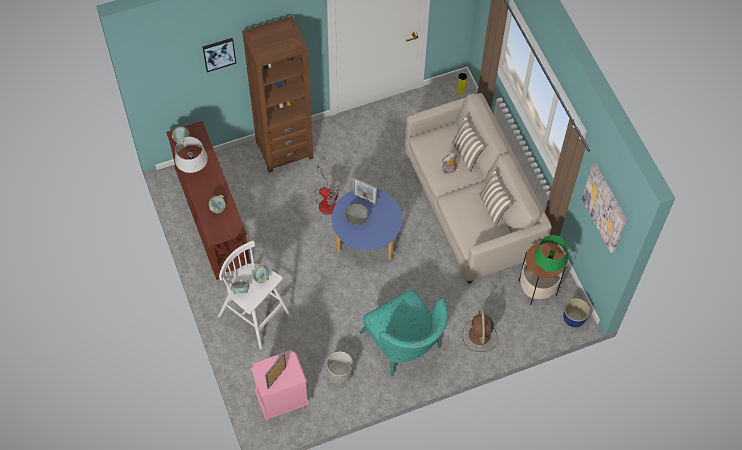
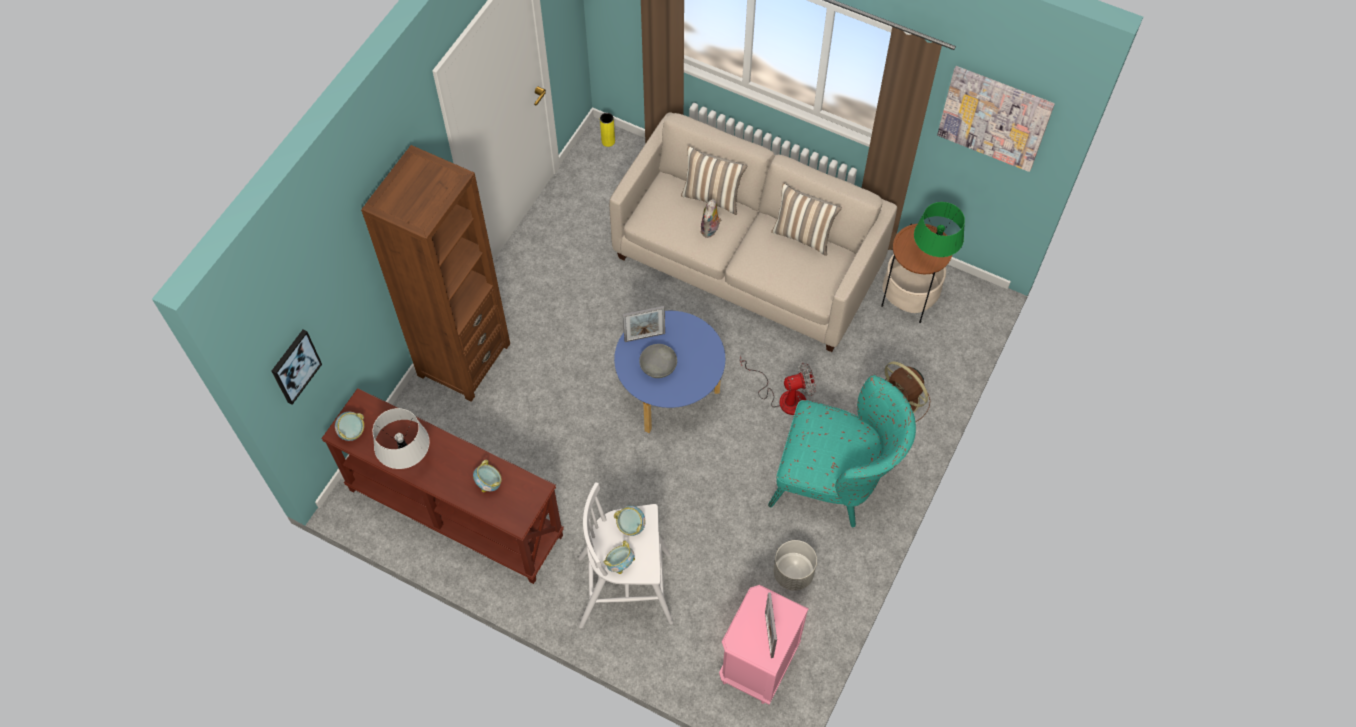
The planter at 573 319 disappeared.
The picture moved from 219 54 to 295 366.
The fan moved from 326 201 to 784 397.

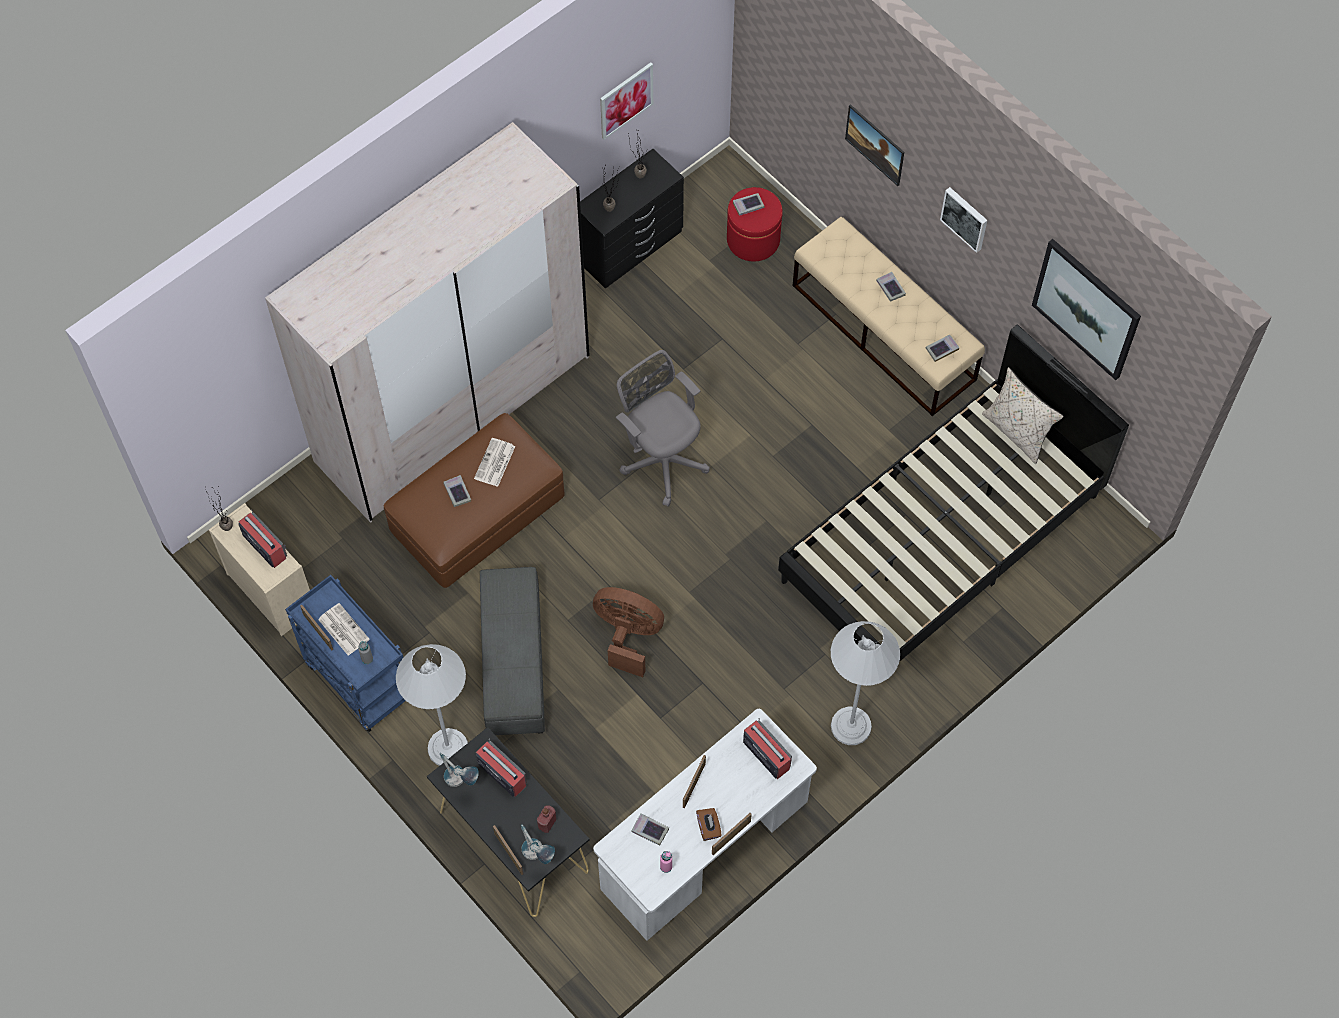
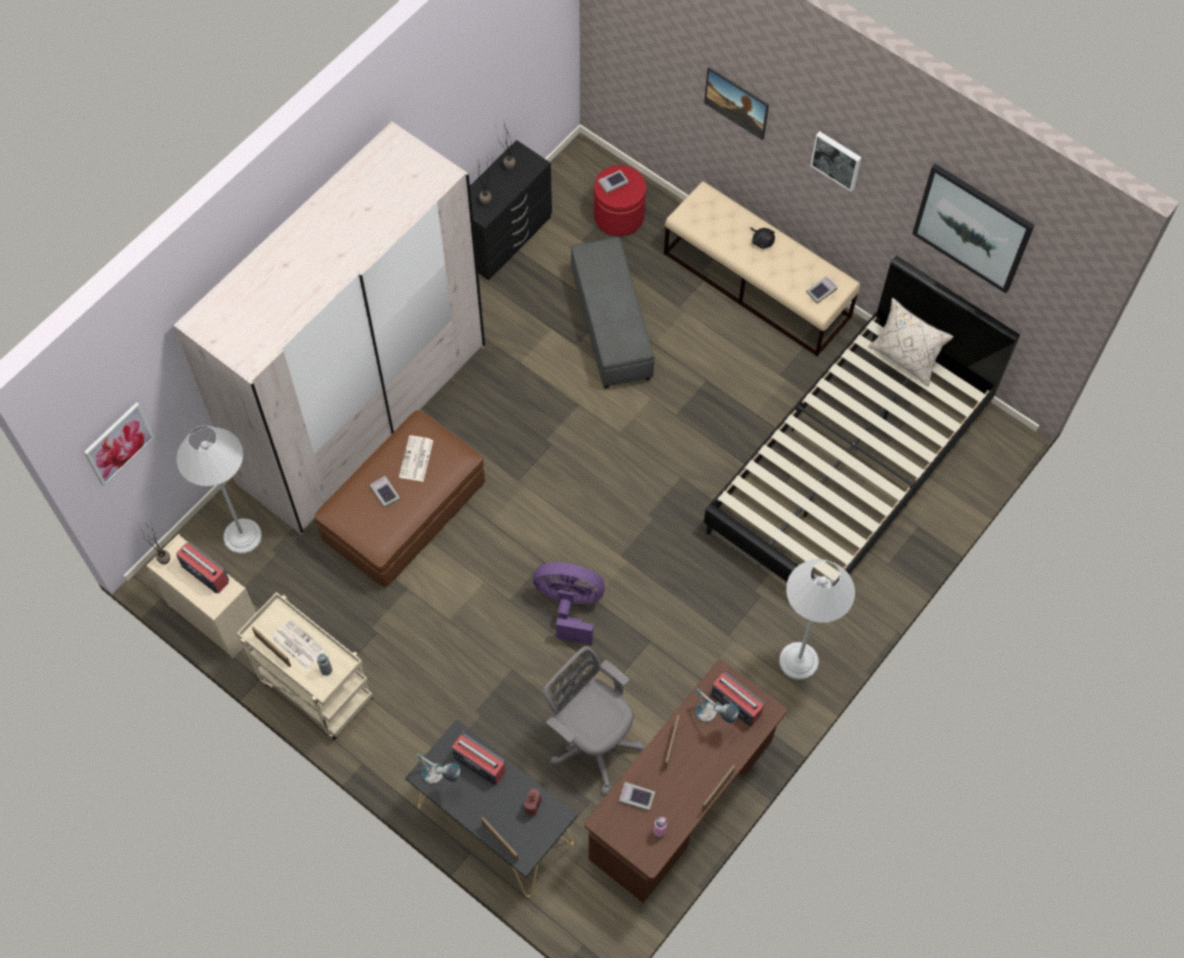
The brown tissue box at 708 827 disappeared.
The white floor lamp moved from 448 748 to 242 536.
The grey ottoman moved from 515 663 to 612 326.
The table lamp moved from 538 857 to 713 718.
The picture moved from 626 100 to 118 443.
The grey office chair moved from 662 458 to 591 741.
The book at 890 288 was replaced by the black plush toy at 762 241.
The blue cart at 357 679 became the beige cart at 314 689.
The brown fan at 628 635 became the purple fan at 569 606.
The white desk at 704 846 became the brown desk at 681 800.

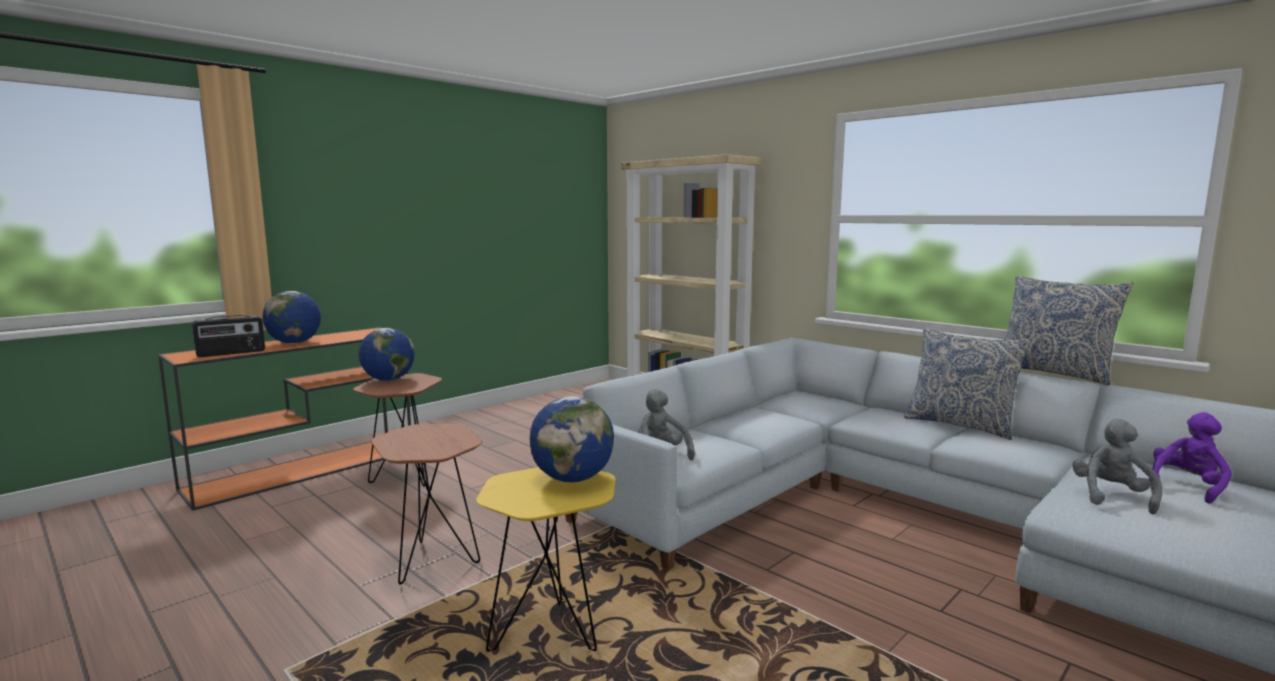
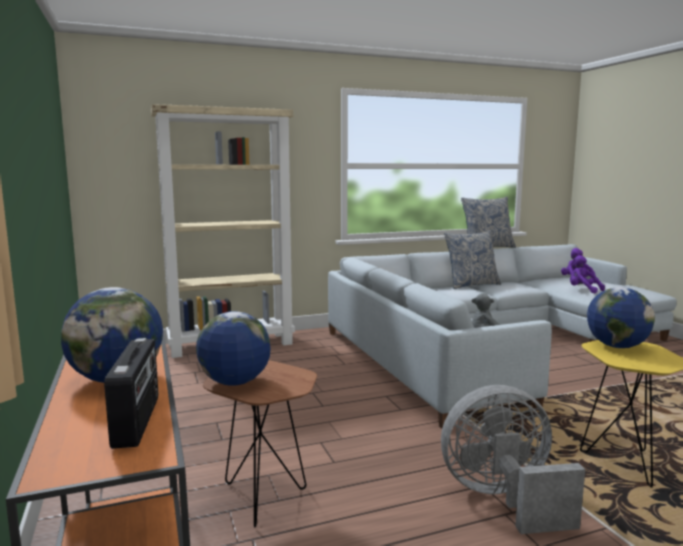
The brown side table at 434 564 was replaced by the grey fan at 503 499.
The grey plush toy at 1112 496 became the purple plush toy at 583 290.

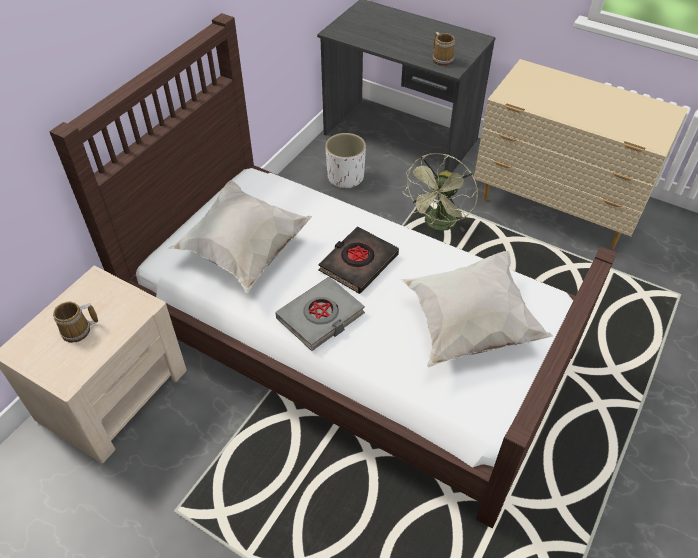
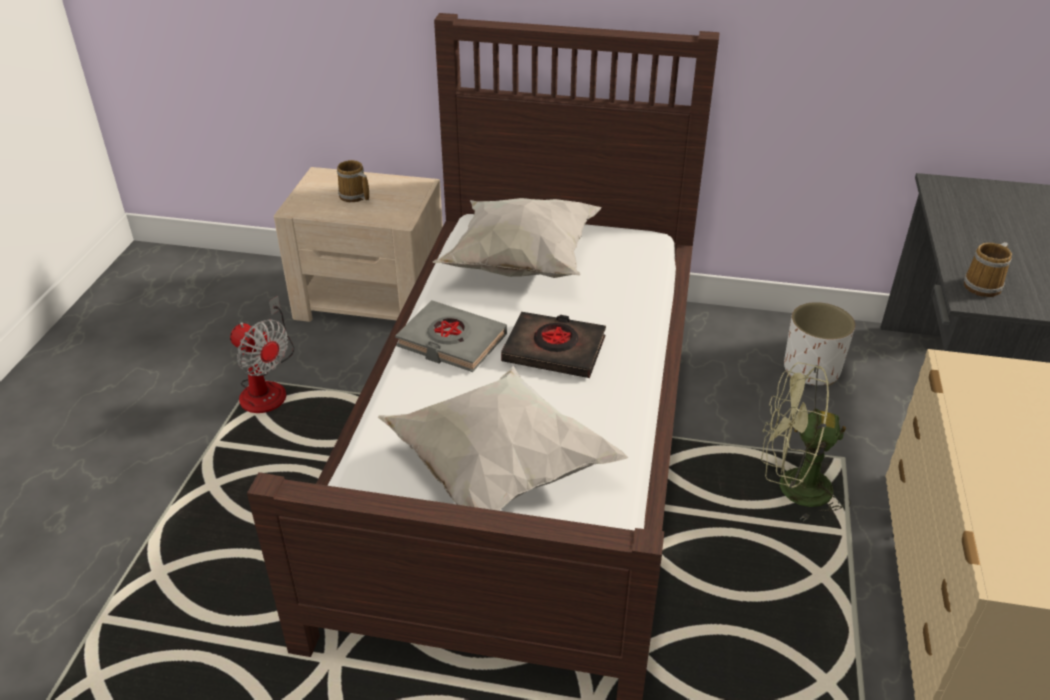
The fan at 267 387 appeared.

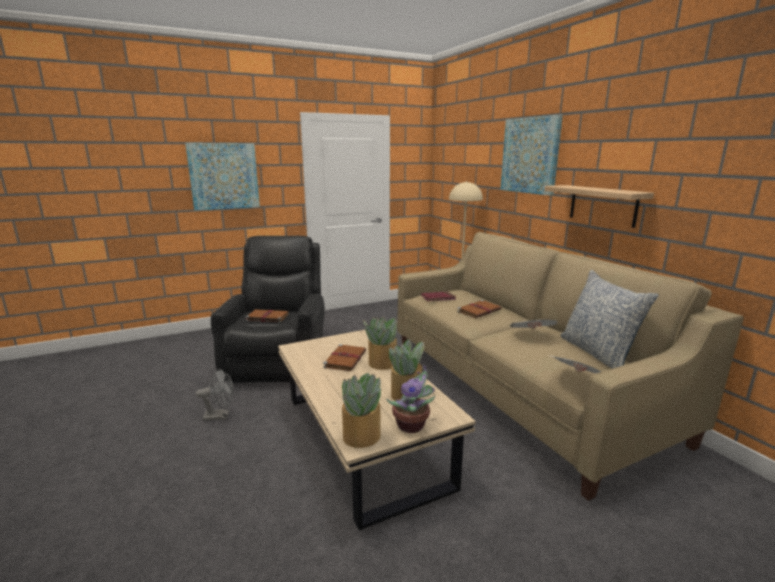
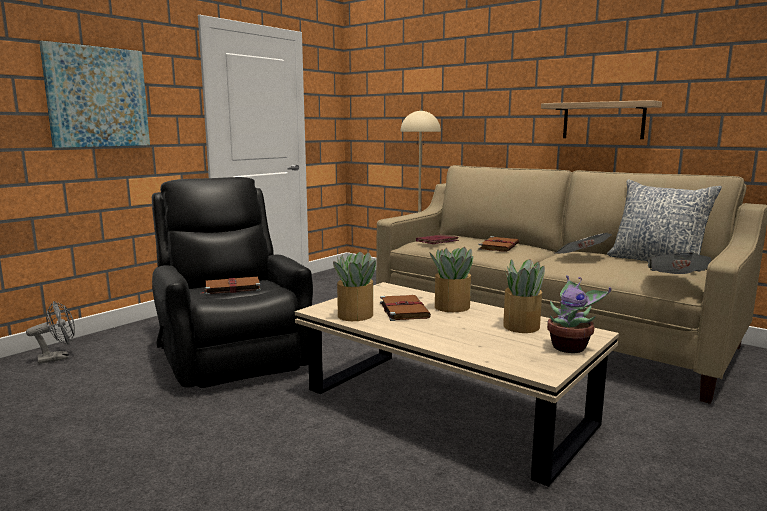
The picture at 530 155 disappeared.
The grey fan moved from 220 416 to 59 358.
The potted plant moved from 360 436 to 354 315.

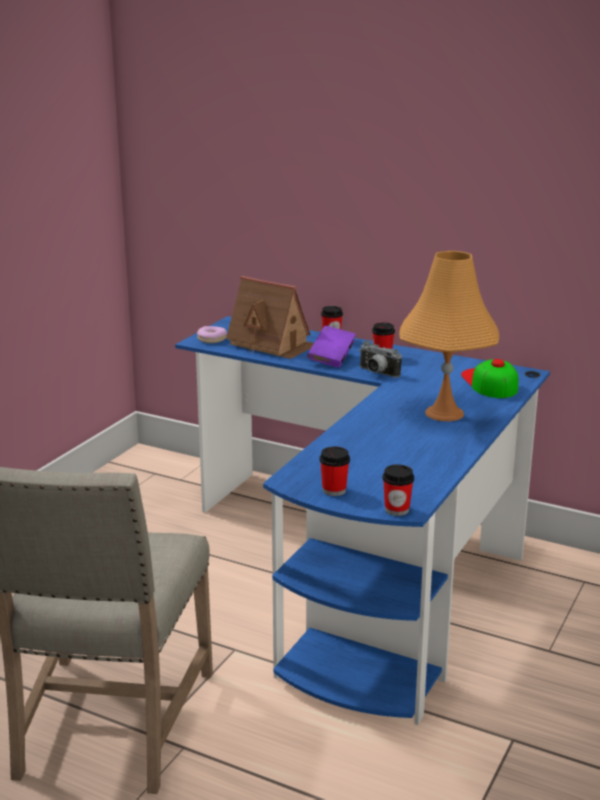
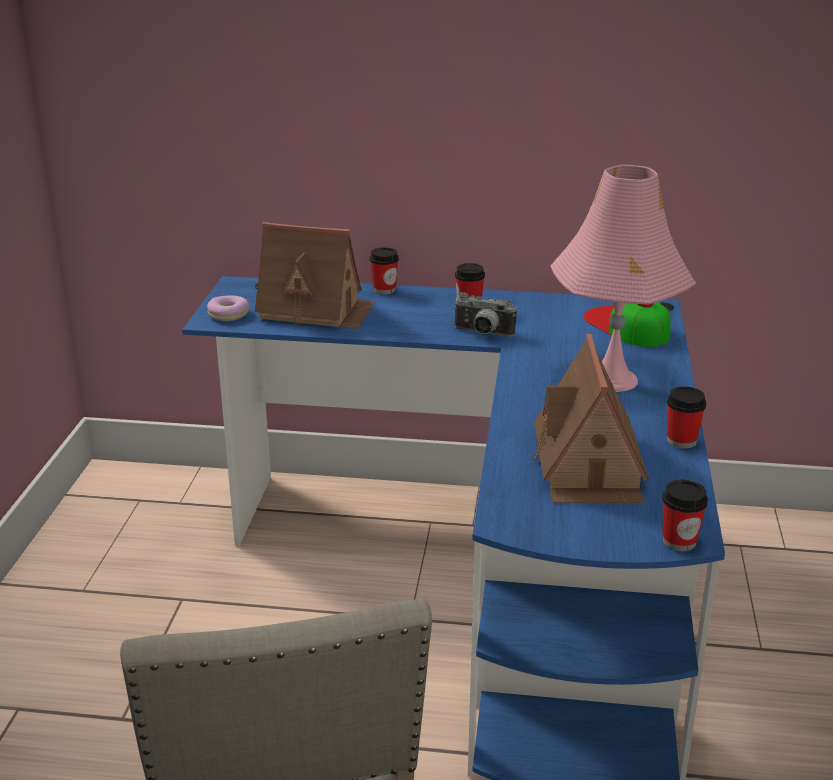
The purple book at 331 359 disappeared.
The toy house at 589 465 appeared.
The cup moved from 334 490 to 681 441.
The orange table lamp at 444 413 became the pink table lamp at 611 380.

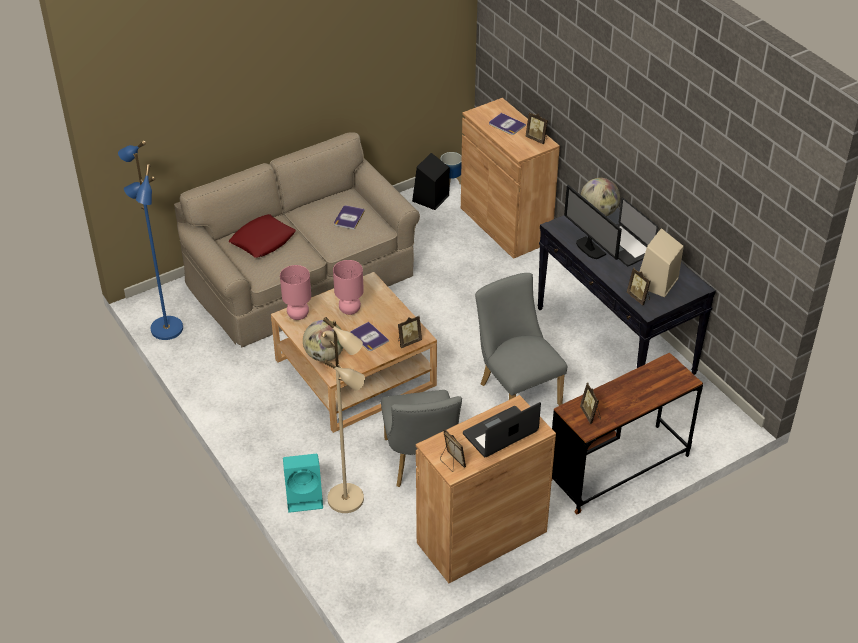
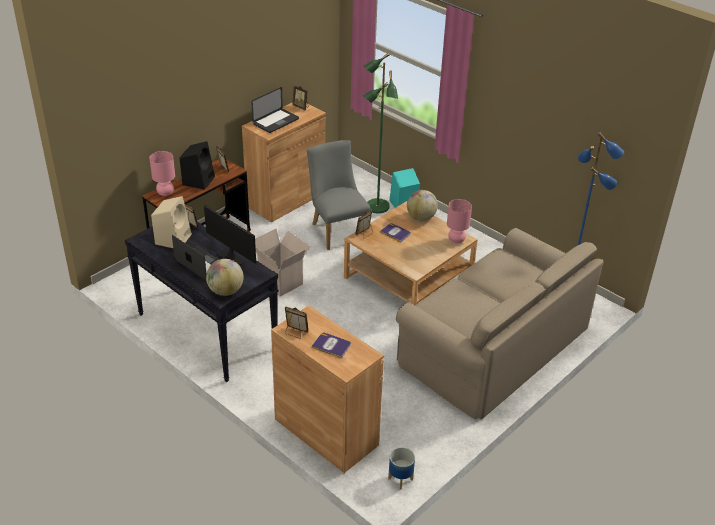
The red pillow at 263 240 disappeared.
The book at 349 218 disappeared.
The pink table lamp moved from 349 310 to 165 193.
The black speaker moved from 430 199 to 198 180.
The grey chair at 516 391 was replaced by the cardboard box at 282 282.
The beige floor lamp at 347 498 became the green floor lamp at 377 207.

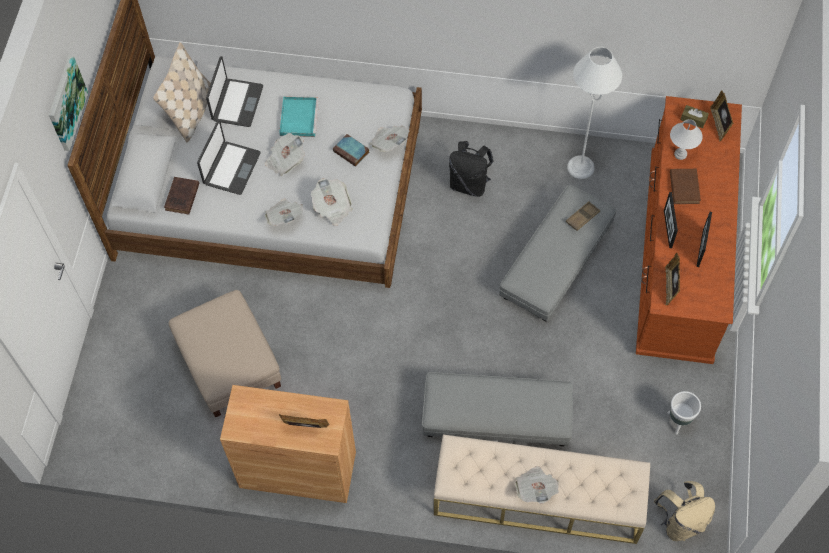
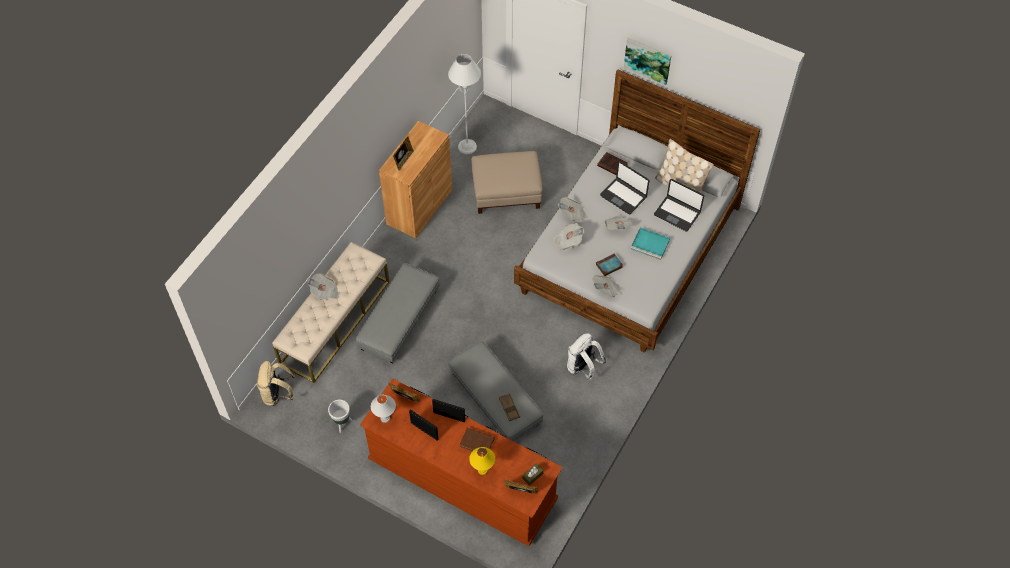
The yellow table lamp at 483 470 appeared.
The white floor lamp moved from 581 167 to 467 147.
The white table lamp moved from 680 154 to 385 418.
The black backpack at 469 184 became the white backpack at 583 368.

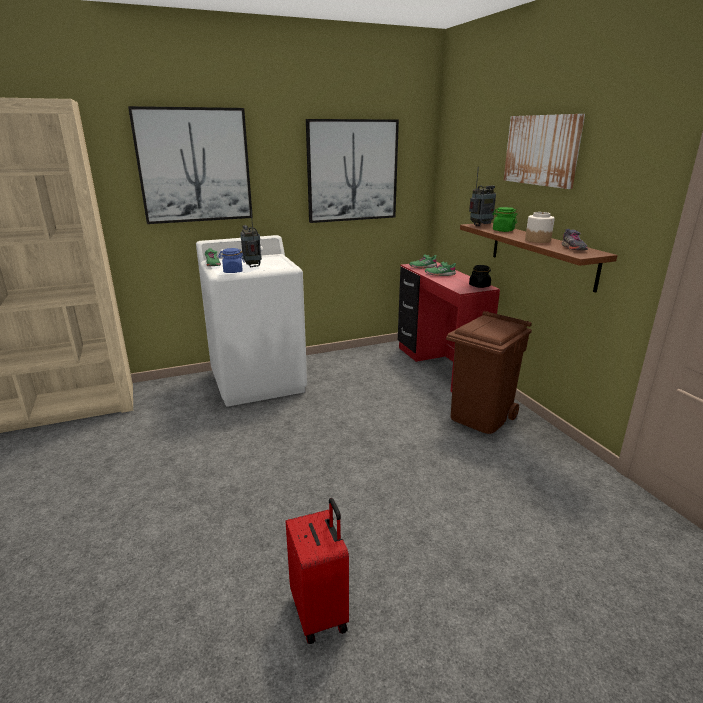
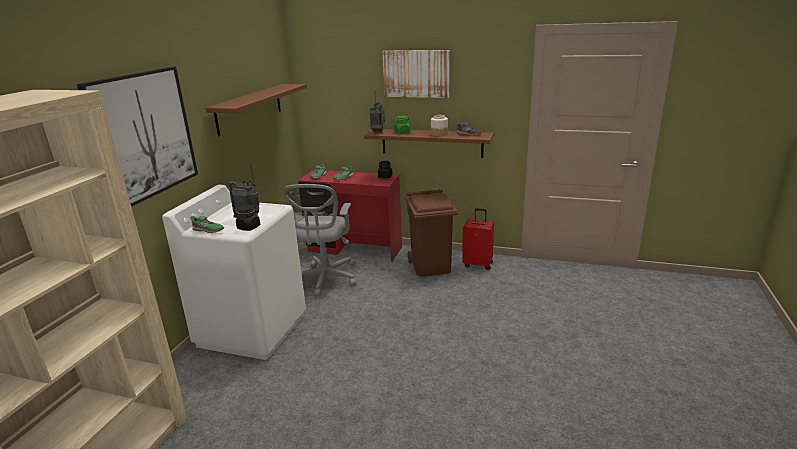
The grey office chair at 325 280 appeared.
The red suitcase moved from 321 612 to 478 264.
The picture at 352 171 was replaced by the brown shelf at 249 108.
The blue jar at 232 271 became the black jar at 248 227.

